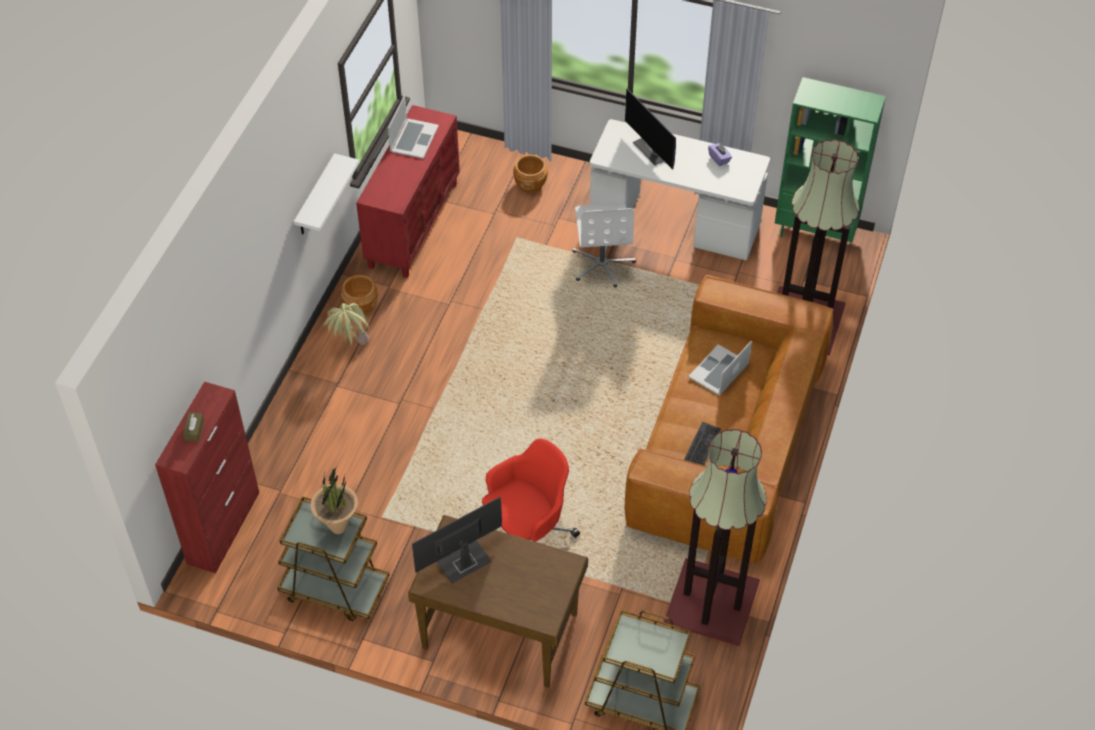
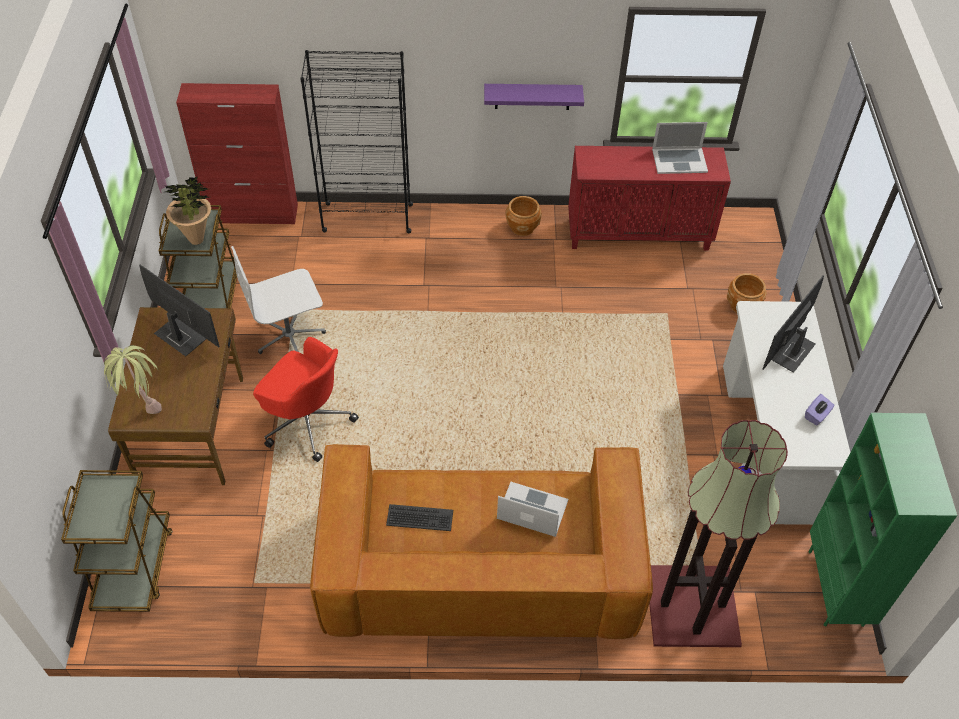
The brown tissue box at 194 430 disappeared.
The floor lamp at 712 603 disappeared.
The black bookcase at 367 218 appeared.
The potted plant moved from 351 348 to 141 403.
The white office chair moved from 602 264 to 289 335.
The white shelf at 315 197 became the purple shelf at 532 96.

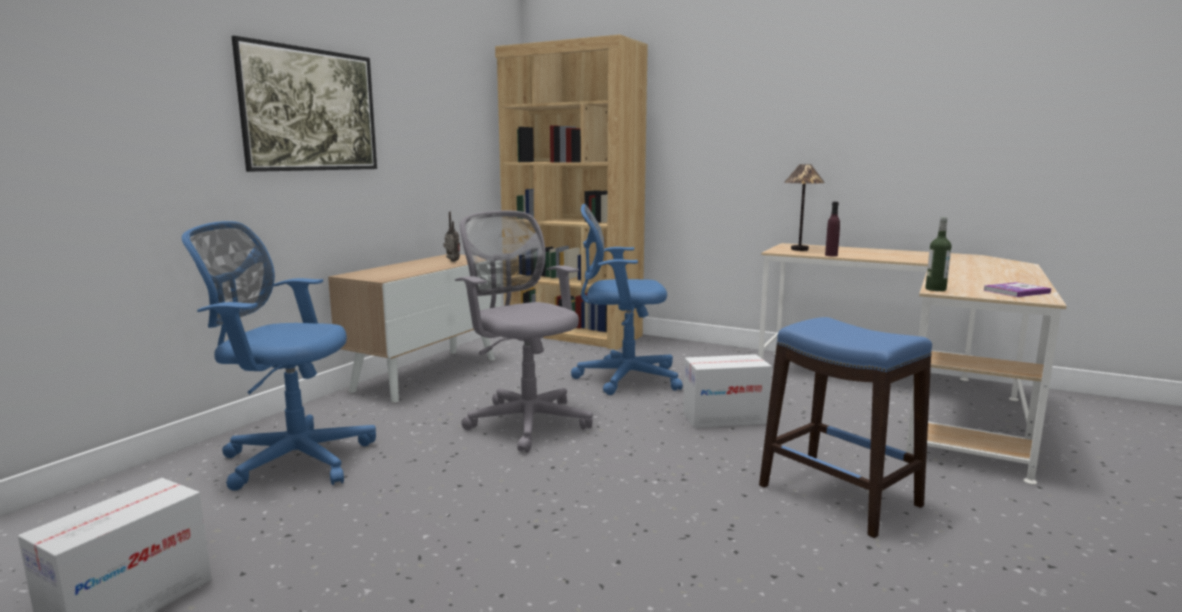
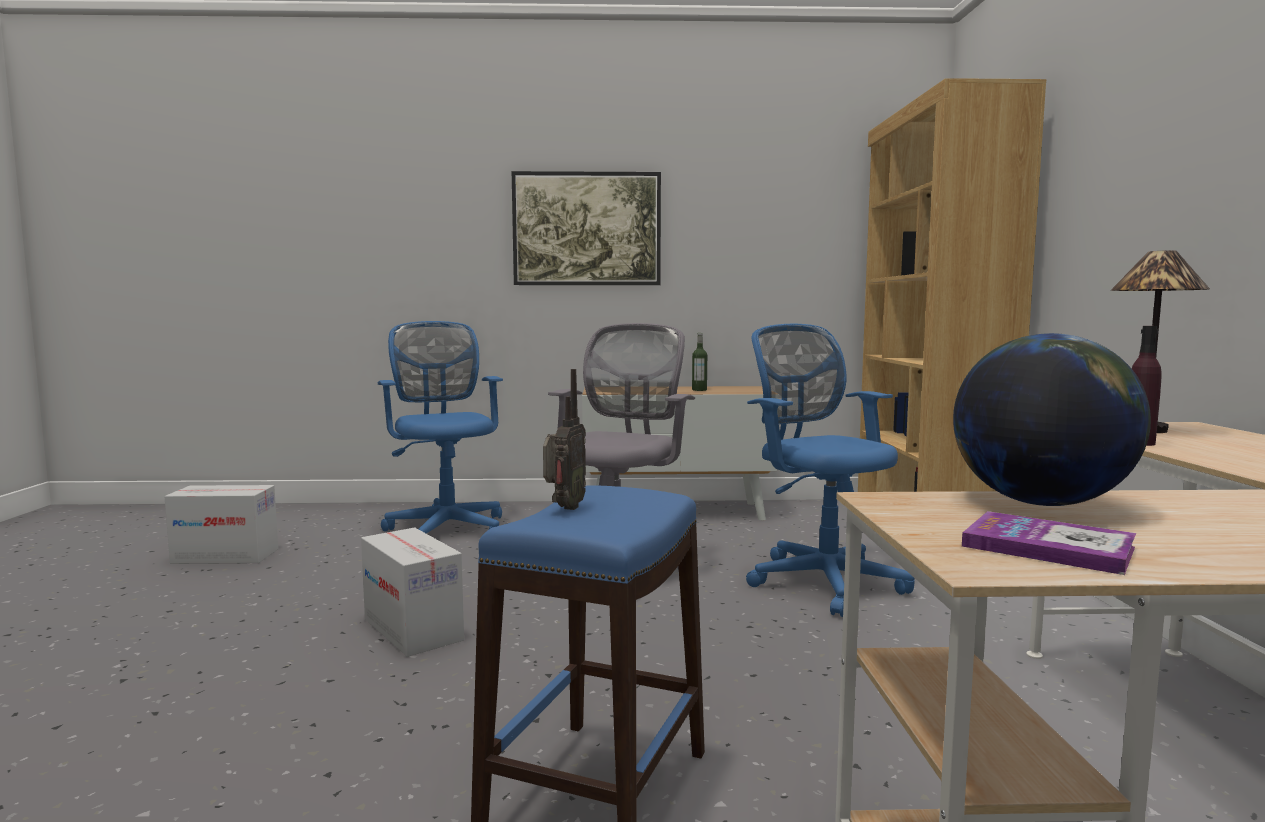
The globe at 1040 503 appeared.
The radio moved from 452 261 to 563 508.
The cardboard box moved from 724 418 to 413 629.
The bottle moved from 935 289 to 699 390.

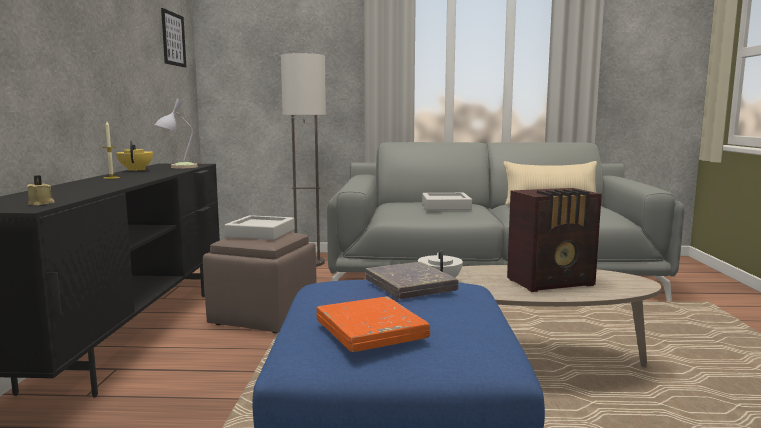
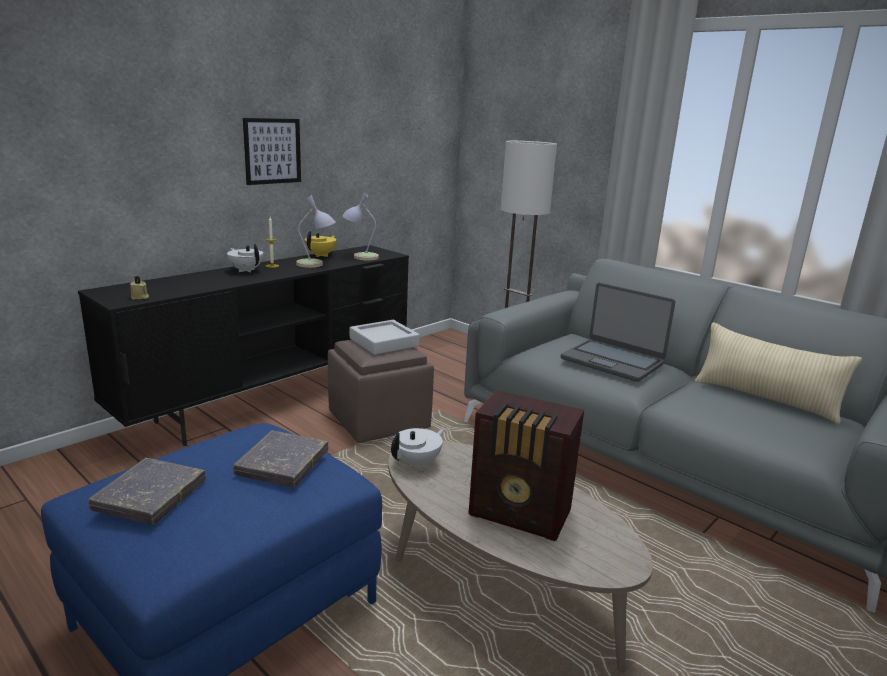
The white teapot at 246 270 appeared.
The table lamp at 316 264 appeared.
The picture moved from 173 39 to 272 151.
The grey tray at 446 206 was replaced by the laptop at 612 361.
The orange book at 370 330 became the grey book at 150 496.

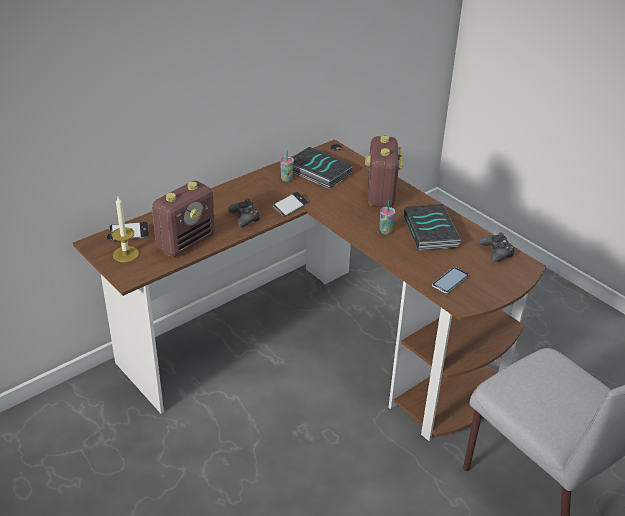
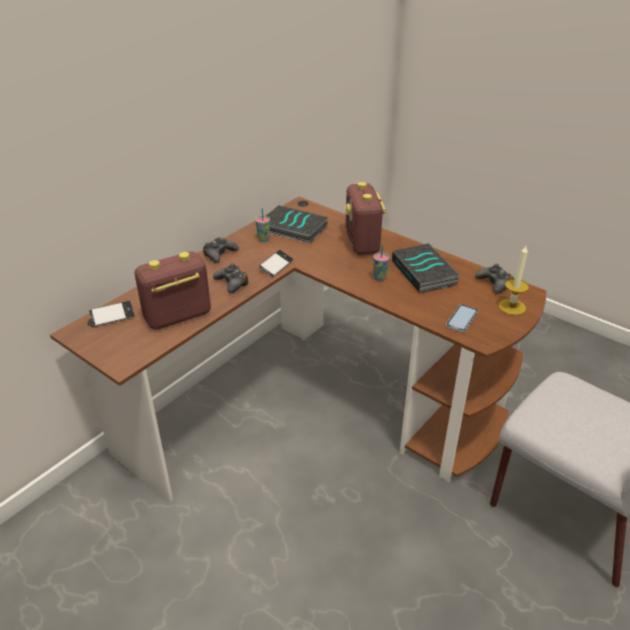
The black game controller at 219 254 appeared.
The candle moved from 126 254 to 512 307.
The radio at 186 242 turned 150 degrees counterclockwise.

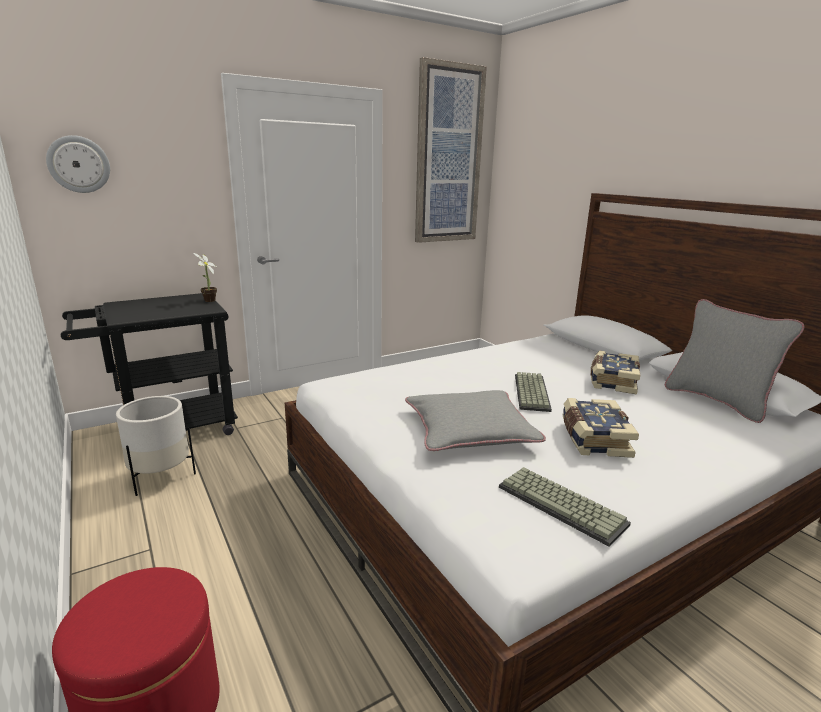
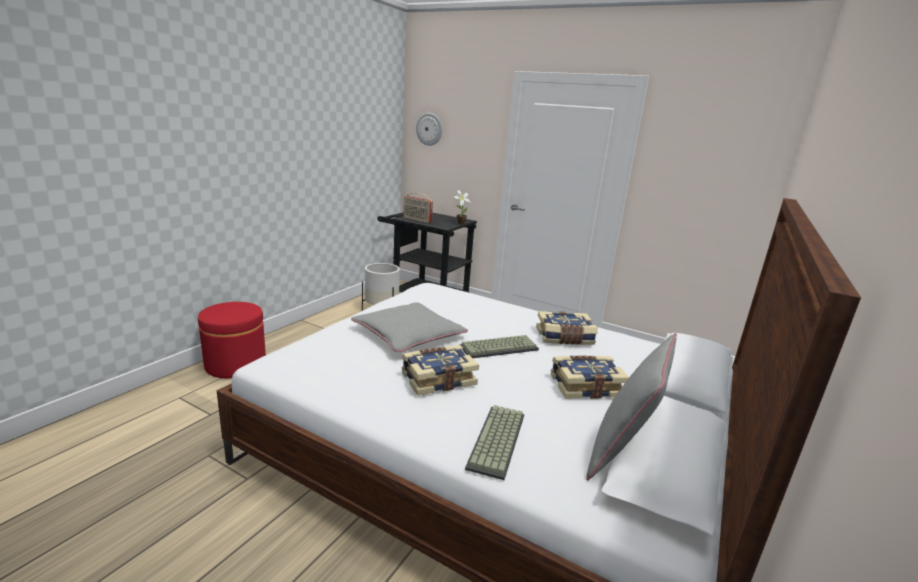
The picture at 448 156 disappeared.
The radio at 417 220 appeared.
The book at 564 338 appeared.
The keyboard moved from 563 505 to 498 442.

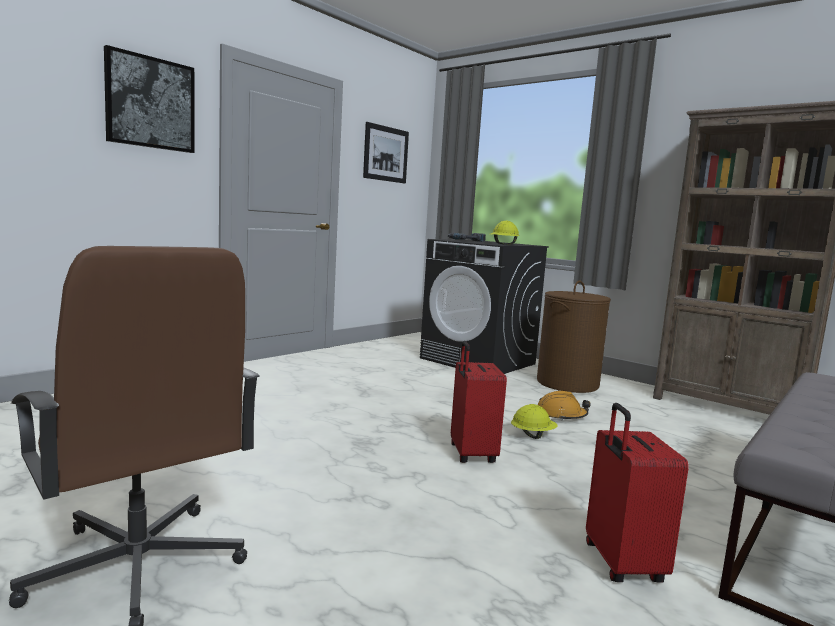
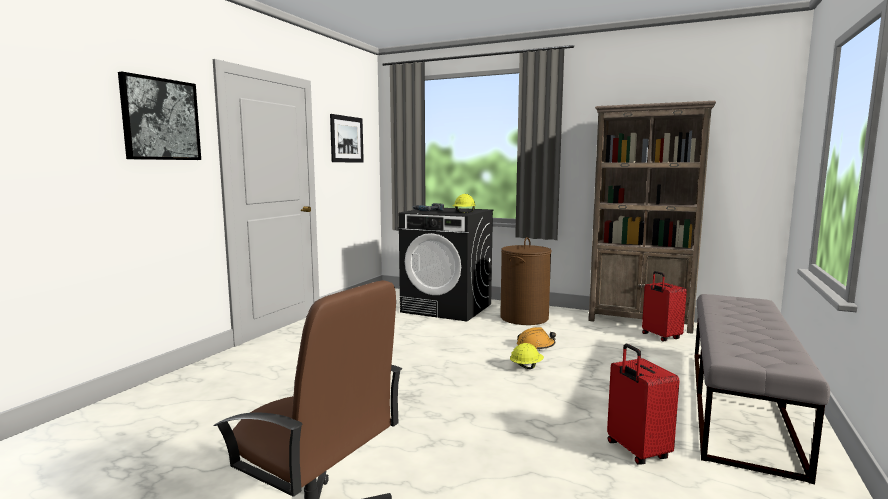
The red suitcase moved from 471 454 to 660 337.

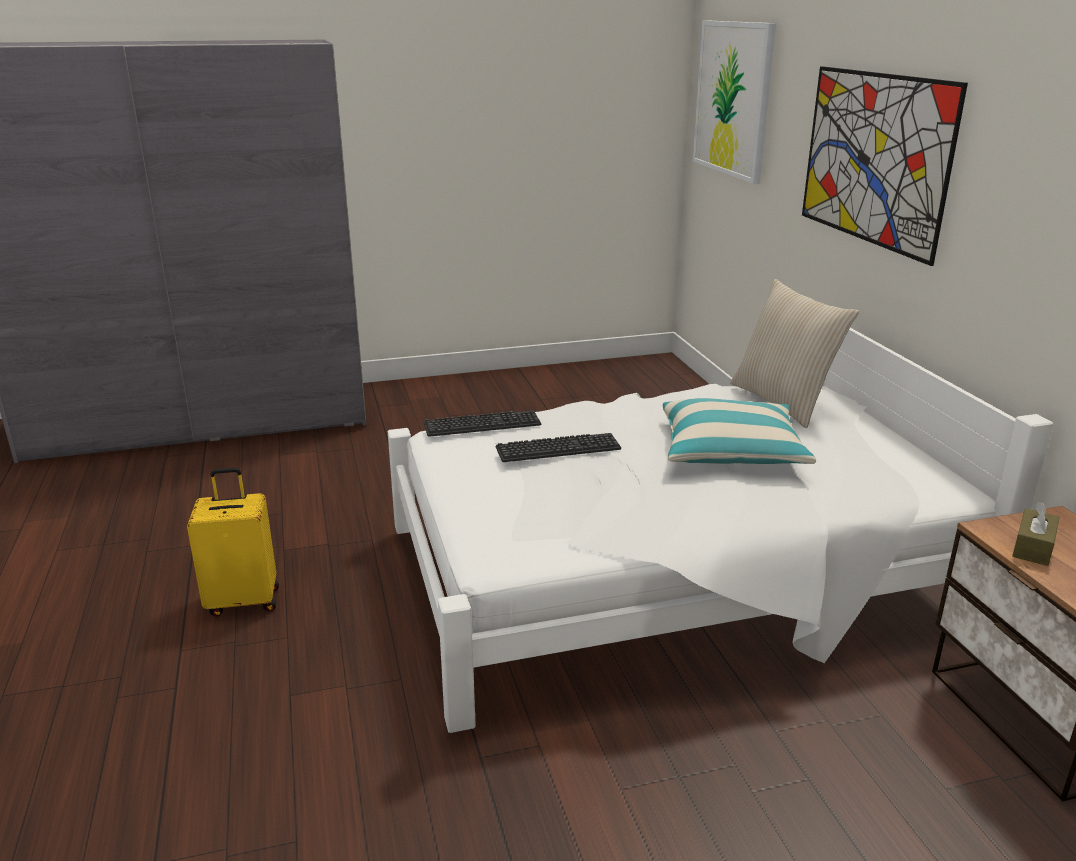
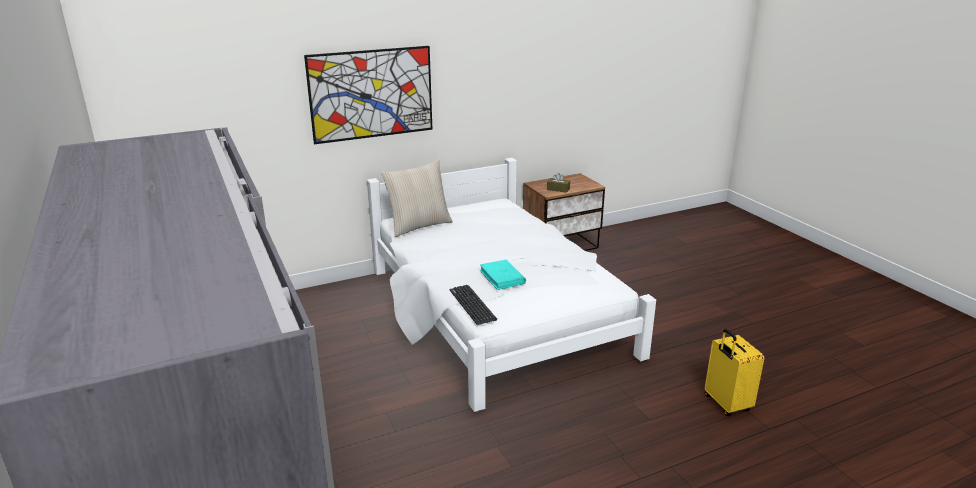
The pillow at 730 451 disappeared.
The picture at 733 99 disappeared.
The yellow suitcase moved from 244 600 to 726 404.
The keyboard at 558 448 was replaced by the turquoise book at 502 277.

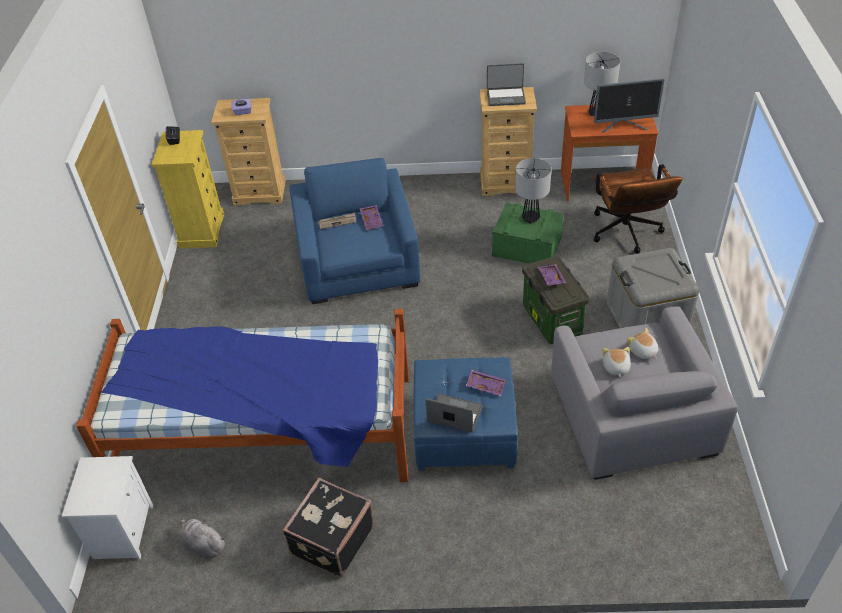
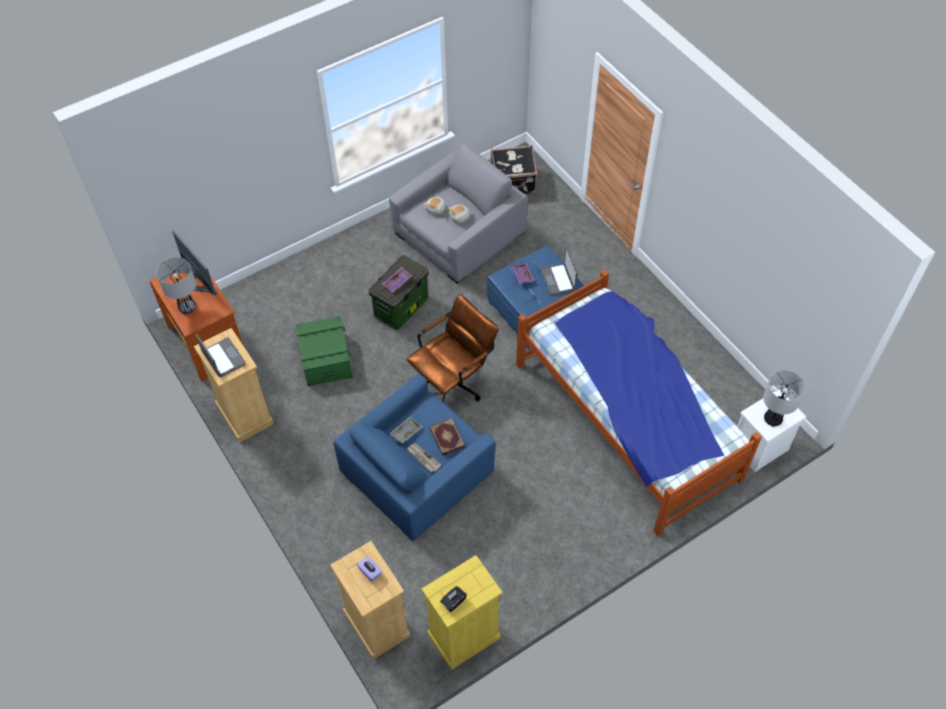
The grey plush toy at 203 545 disappeared.
The grey storage box at 646 319 disappeared.
The book at 446 438 appeared.
The black suitcase moved from 331 540 to 513 182.
The table lamp moved from 531 218 to 772 419.
The brown office chair moved from 627 234 to 454 382.
The purple tray at 372 220 became the grey tray at 405 431.

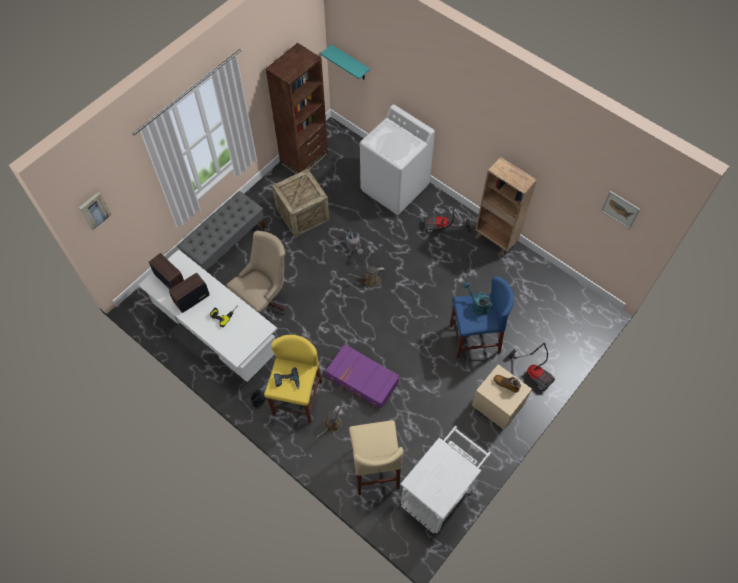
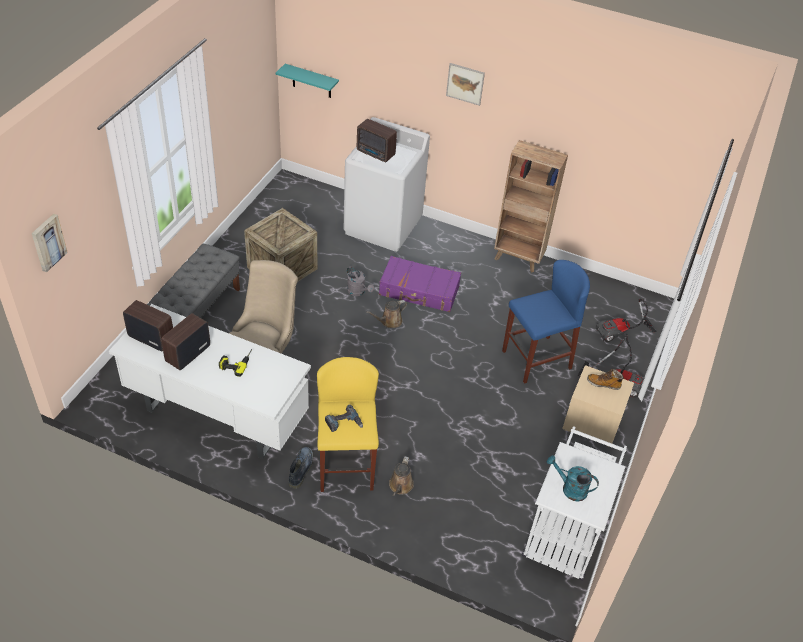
The brown bookcase at 304 159 disappeared.
The beige stool at 375 468 disappeared.
The radio at 376 154 appeared.
The purple suitcase moved from 362 380 to 419 291.
The vacuum cleaner moved from 442 228 to 621 333.
The turquoise watering can moved from 477 305 to 570 488.
The picture moved from 620 209 to 465 84.

